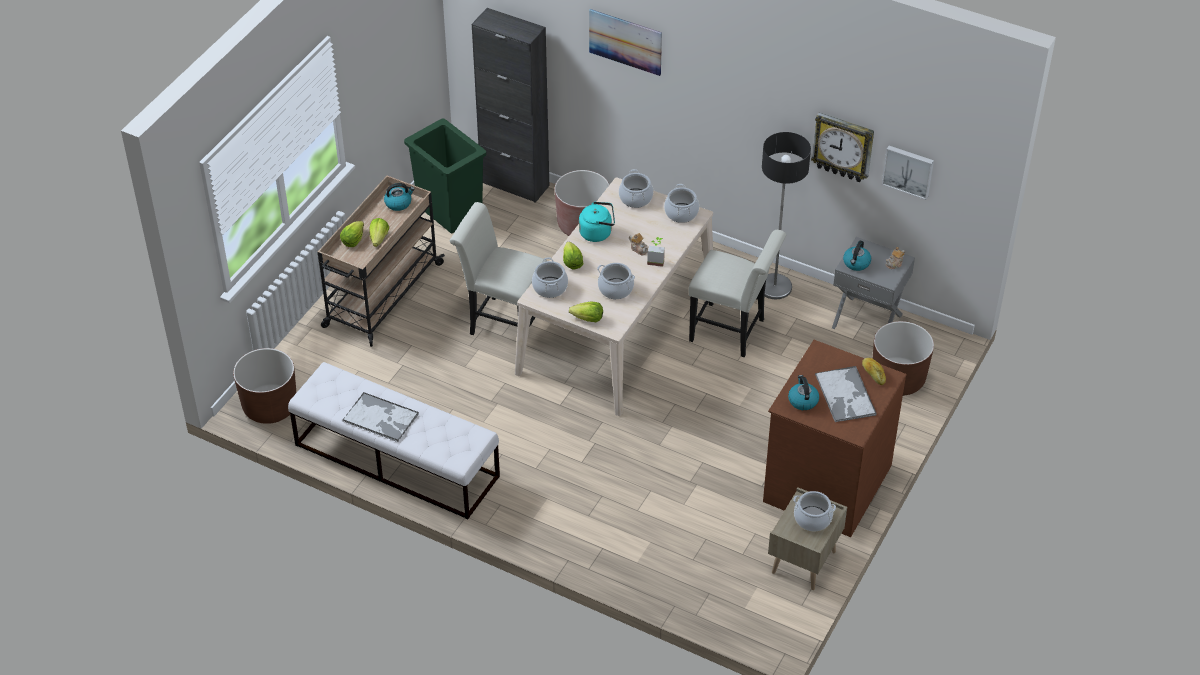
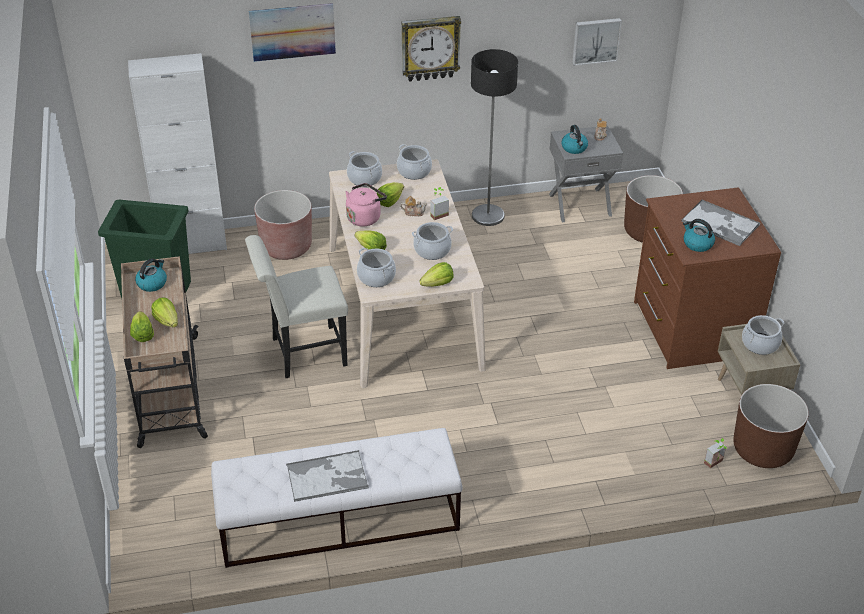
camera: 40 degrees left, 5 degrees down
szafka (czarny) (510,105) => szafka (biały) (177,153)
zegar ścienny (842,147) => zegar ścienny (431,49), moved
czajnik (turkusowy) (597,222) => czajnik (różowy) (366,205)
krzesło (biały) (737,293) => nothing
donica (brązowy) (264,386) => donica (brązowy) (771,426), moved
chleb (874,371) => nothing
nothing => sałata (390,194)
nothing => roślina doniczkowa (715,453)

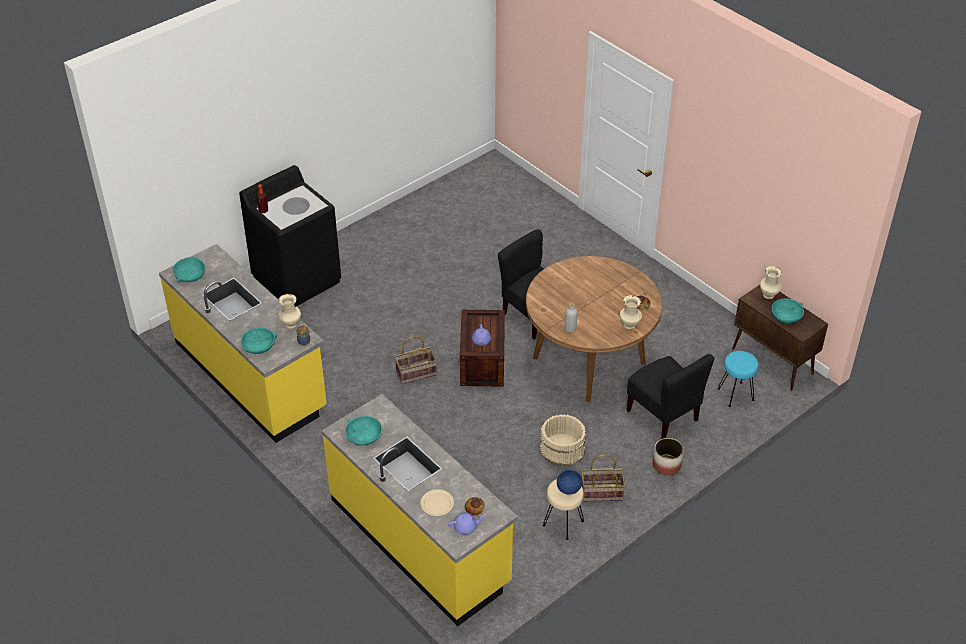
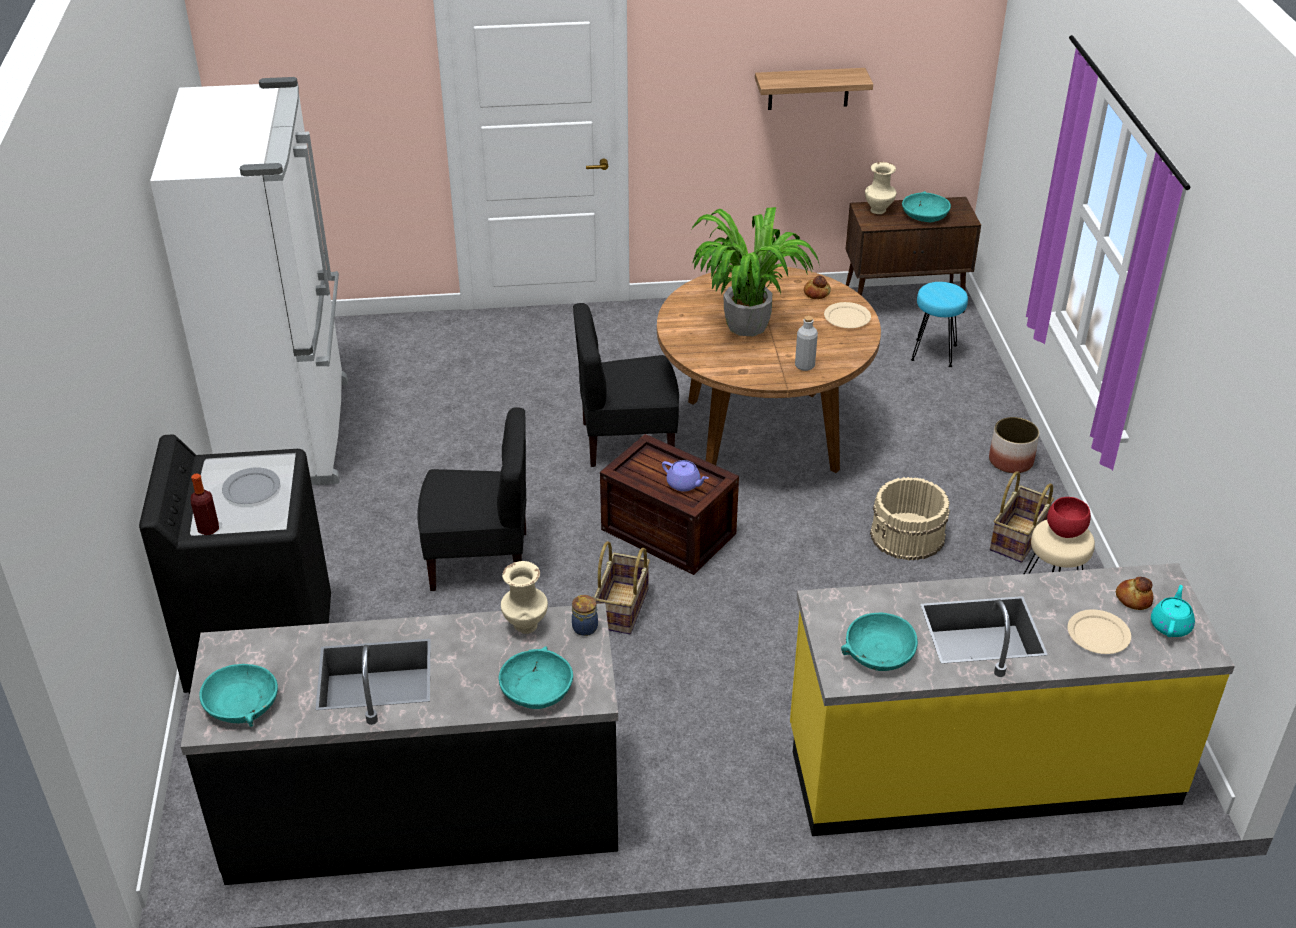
camera: 55 degrees left, 5 degrees down
zabudowa kuchenna (żółty) (243,343) => zabudowa kuchenna (czarny) (399,744)
wazon (beżowy) (631,312) => talerz (beżowy) (847,315)
krzesło (czarny) (670,396) => krzesło (czarny) (471,499), moved
miska (niebieski) (569,482) => miska (czerwony) (1069,517)
imbryk (fioletowy) (466,523) => imbryk (turkusowy) (1173,611)
nothing => półka (814,89)
nothing => lodówka (biały) (249,281)
nothing => roślina doniczkowa (755,271)

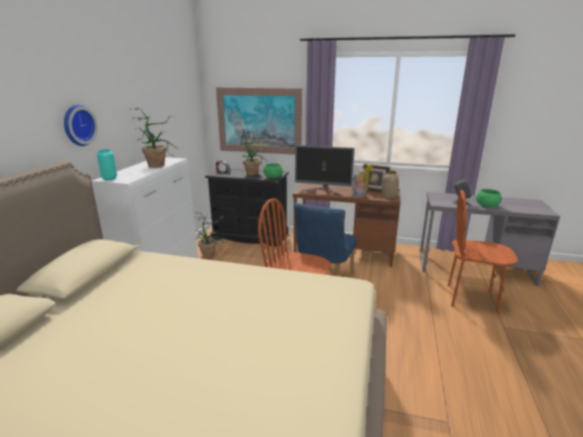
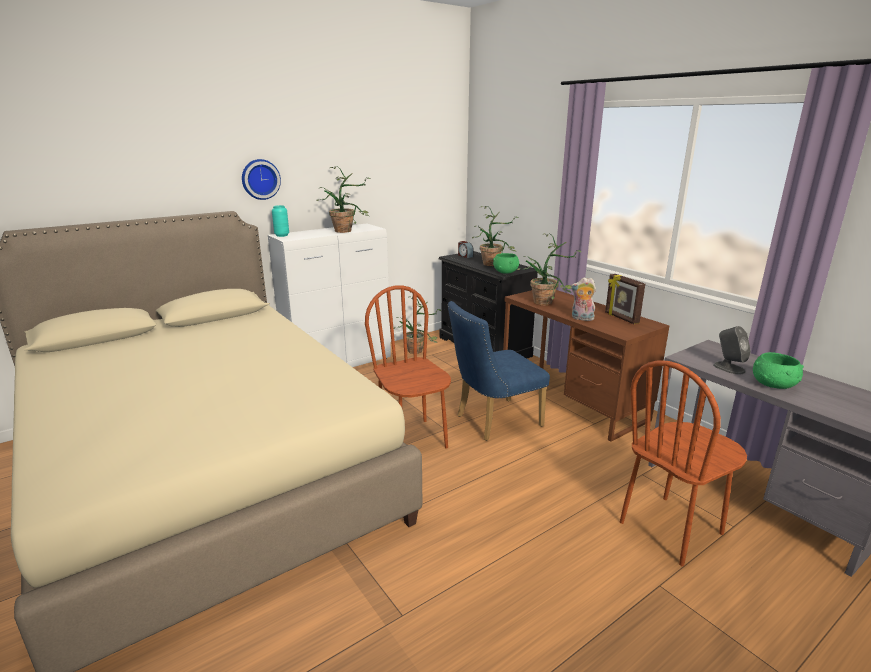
camera: 40 degrees right, 0 degrees up
obraz (259,121) => nothing
monitor (325,170) => roślina doniczkowa (549,269)
wazon (390,184) => nothing
krzesło (brązowy) (483,251) => krzesło (brązowy) (683,463), 90 degrees counterclockwise

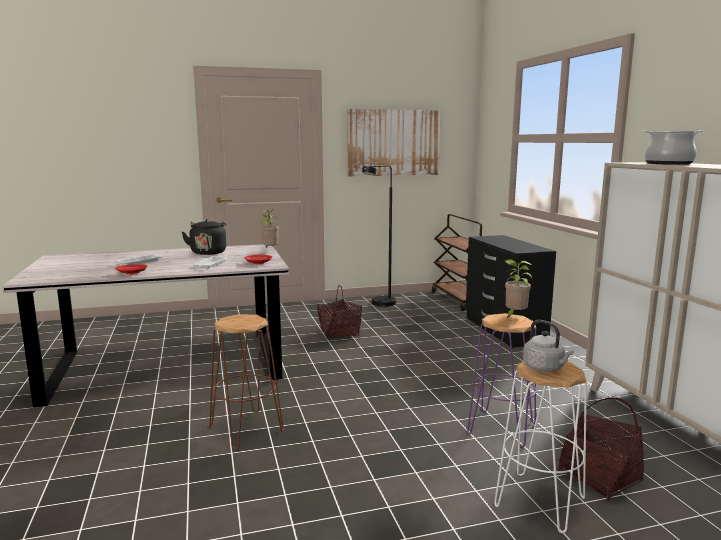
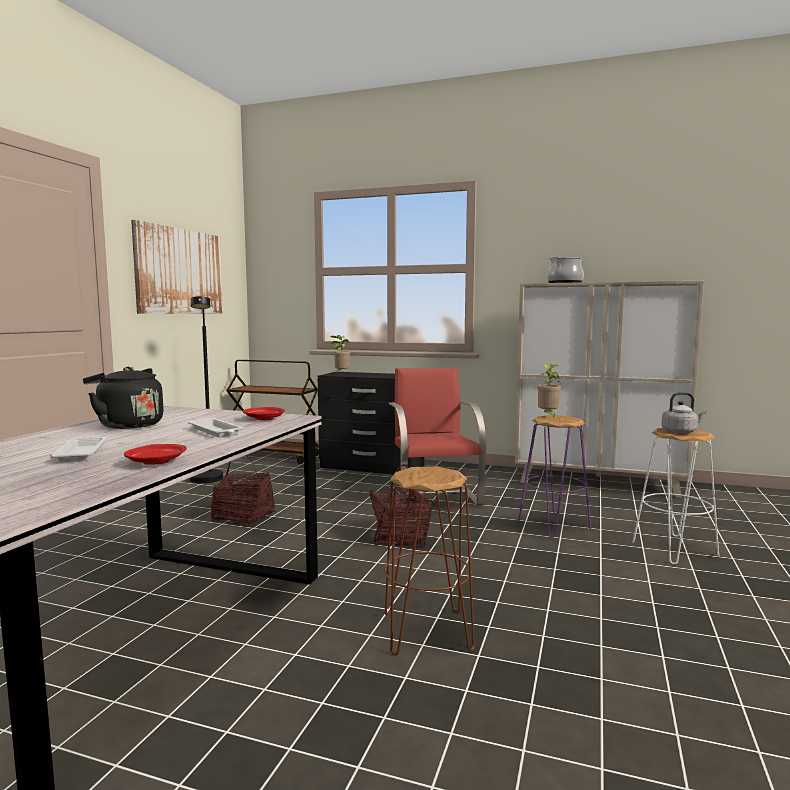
camera: 55 degrees left, 5 degrees down
roślina doniczkowa (269,228) => roślina doniczkowa (340,353), moved
koszyk (601,449) => koszyk (401,505), moved
nothing => krzesło (czerwony) (437,436)

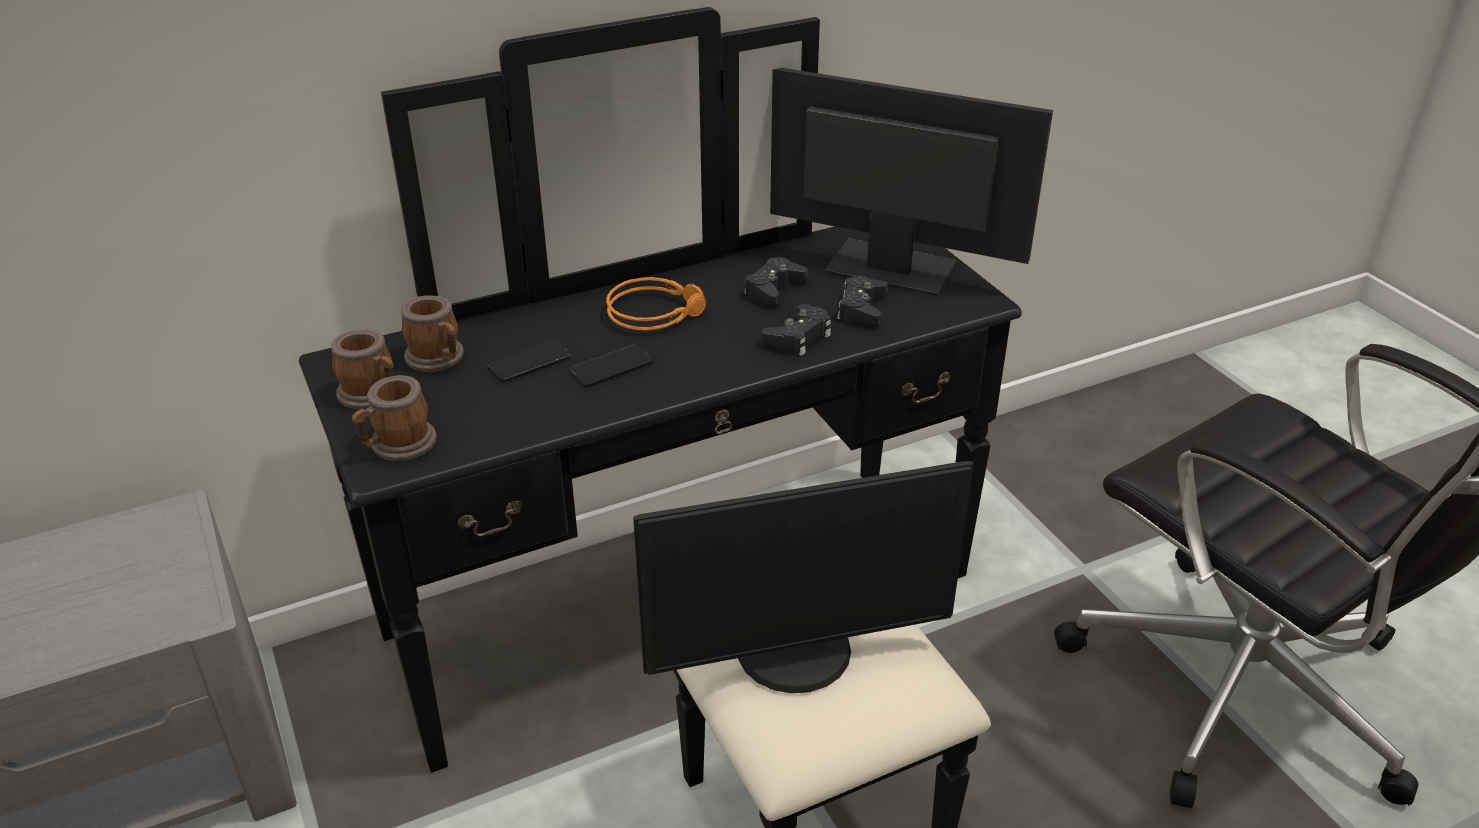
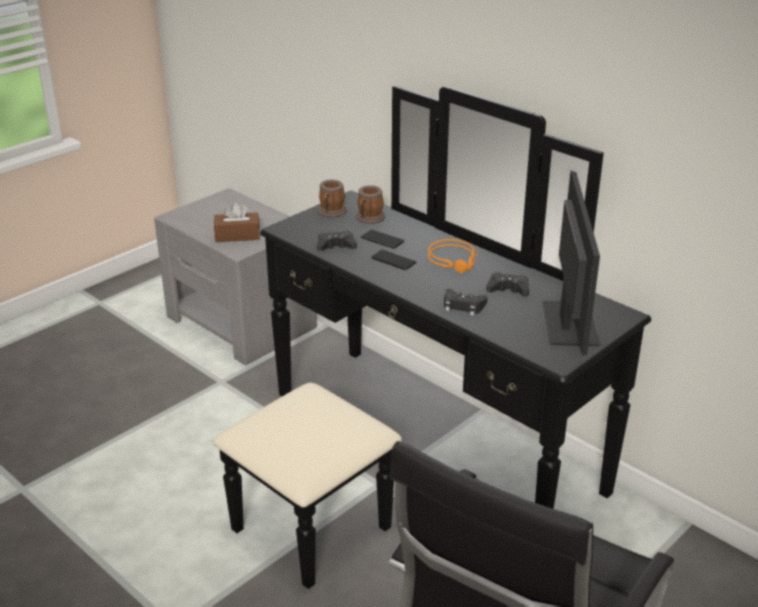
camera: 70 degrees right, 5 degrees down
pad do gier (czarny) (862,300) => pad do gier (czarny) (336,241), moved
kubek (394,418) => nothing
monitor (803,577) => nothing
nothing => pudełko chusteczek (brązowy) (237,222)

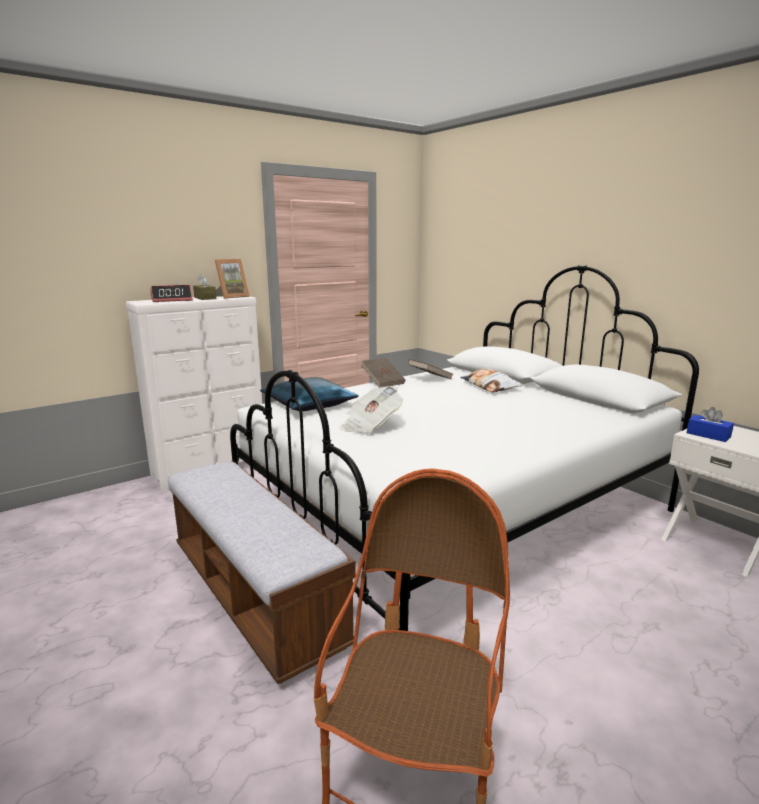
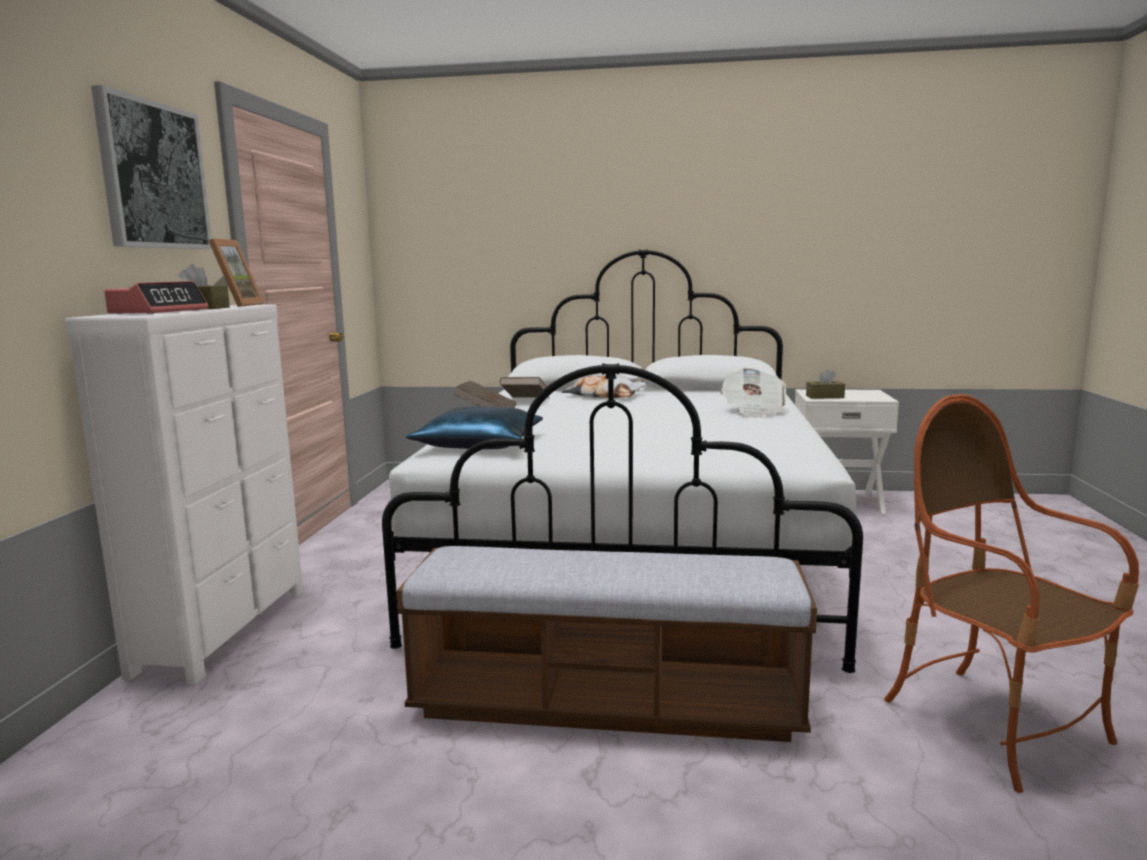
camera: 45 degrees left, 5 degrees down
gazeta (371,409) => gazeta (753,393), moved
pudełko chusteczek (niebieski) (710,424) => pudełko chusteczek (brązowy) (825,384)
nothing => obraz (151,167)

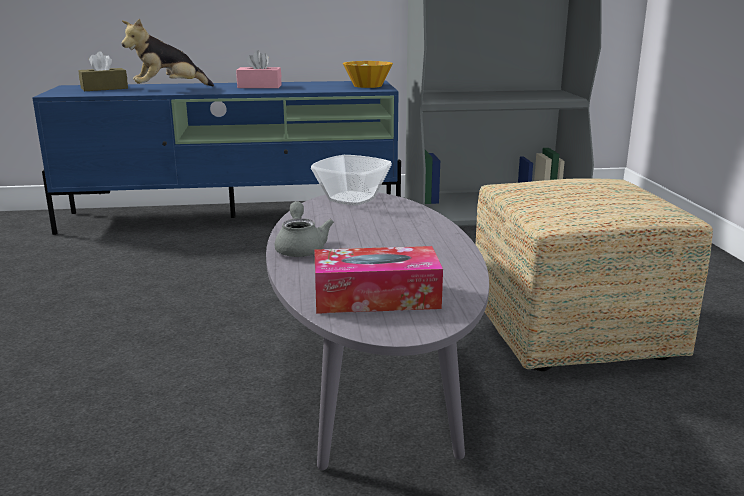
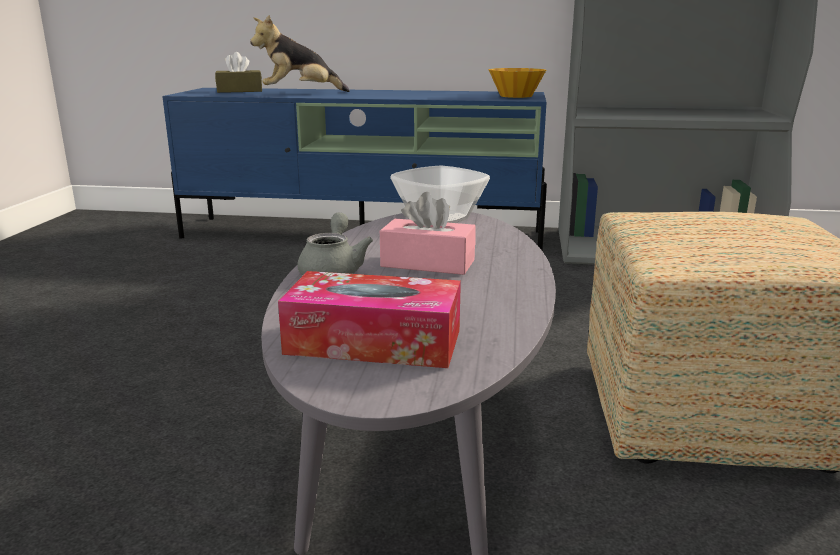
camera: 15 degrees right, 0 degrees up
pudełko chusteczek (różowy) (259,69) => pudełko chusteczek (różowy) (428,233), moved

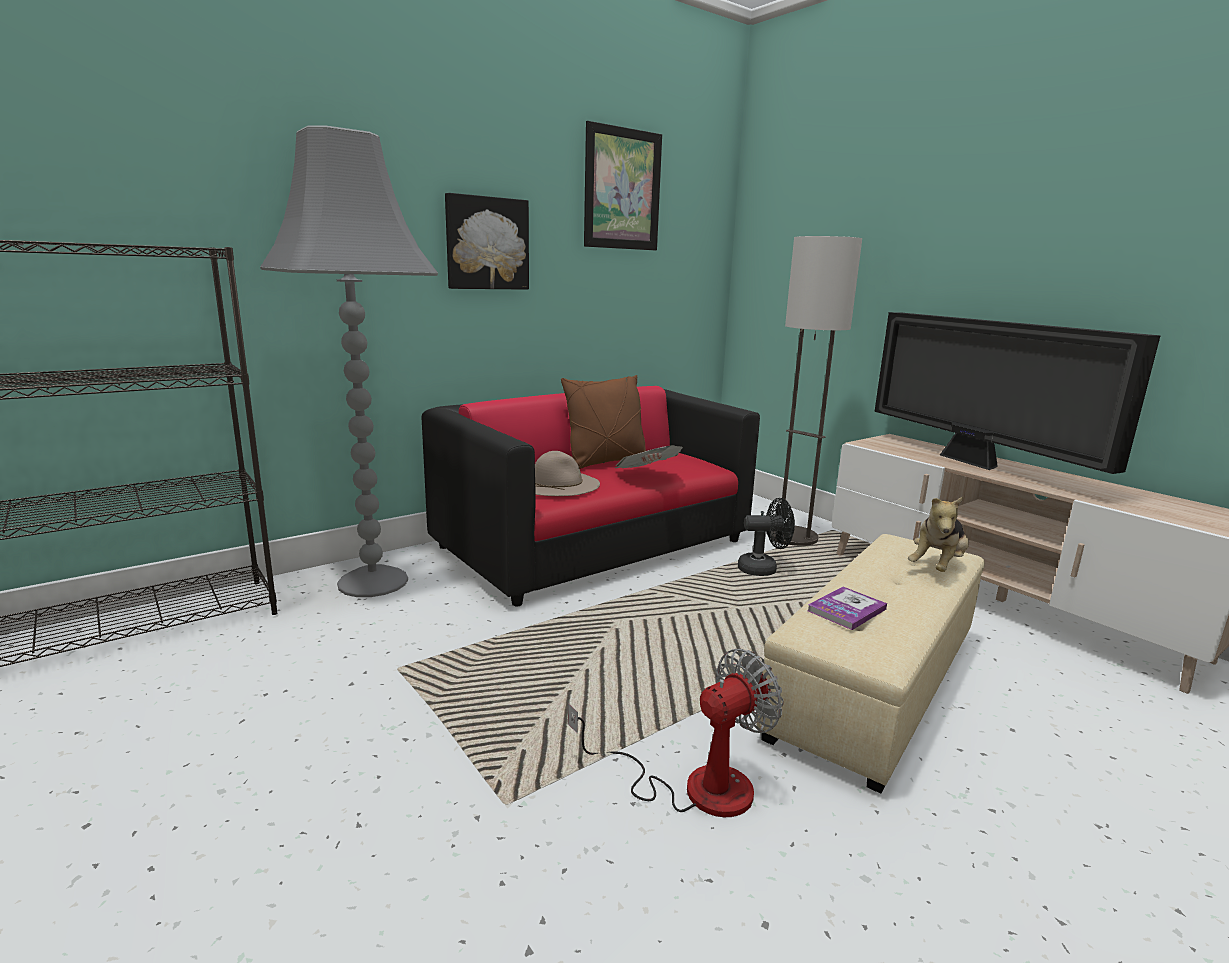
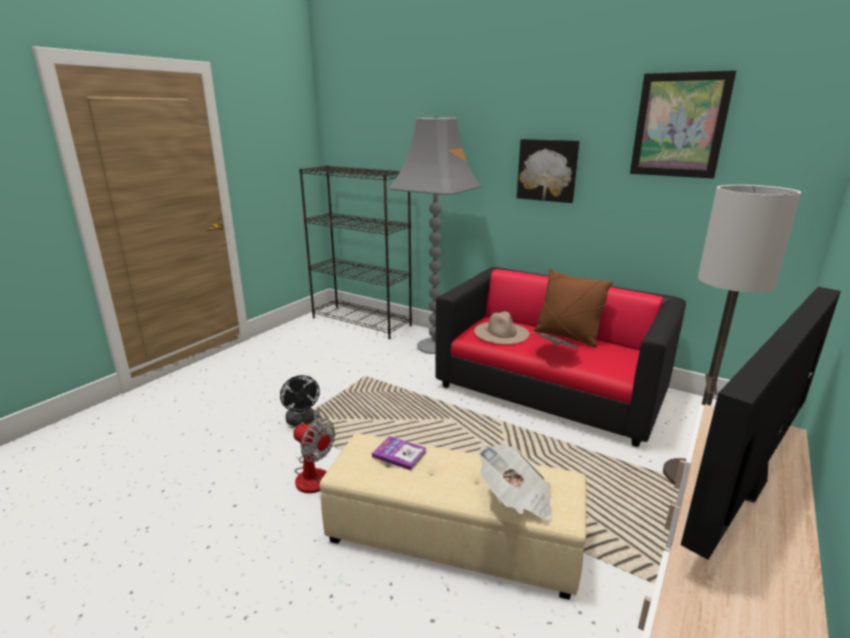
camera: 70 degrees right, 5 degrees up
pluszak (938,534) => gazeta (515,482)
wentylator (czarny) (766,537) => wentylator (czarny) (300,400), moved

